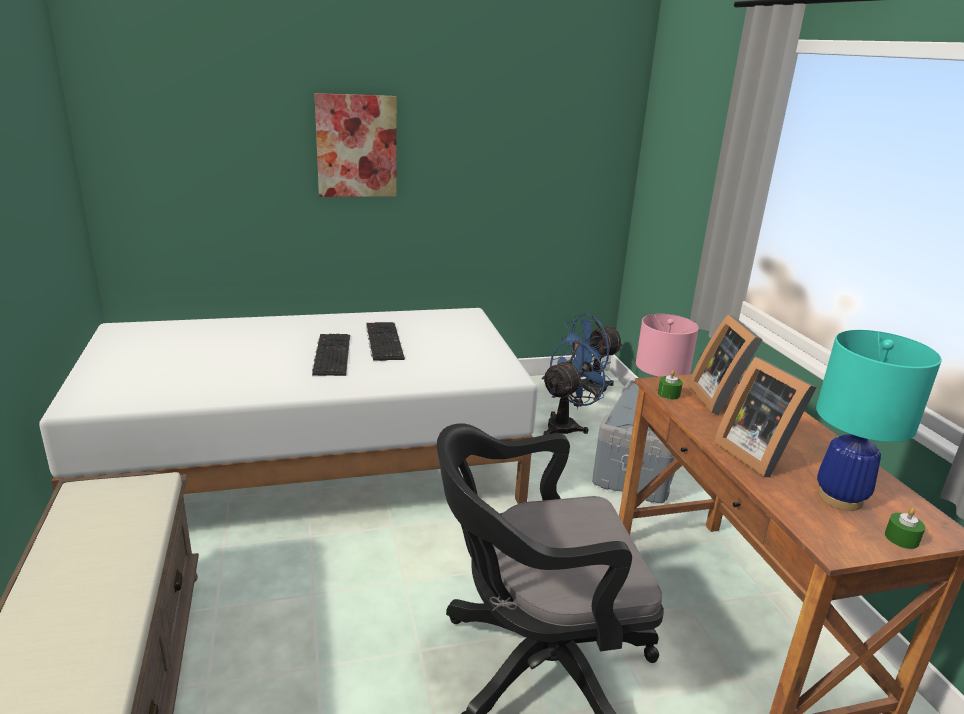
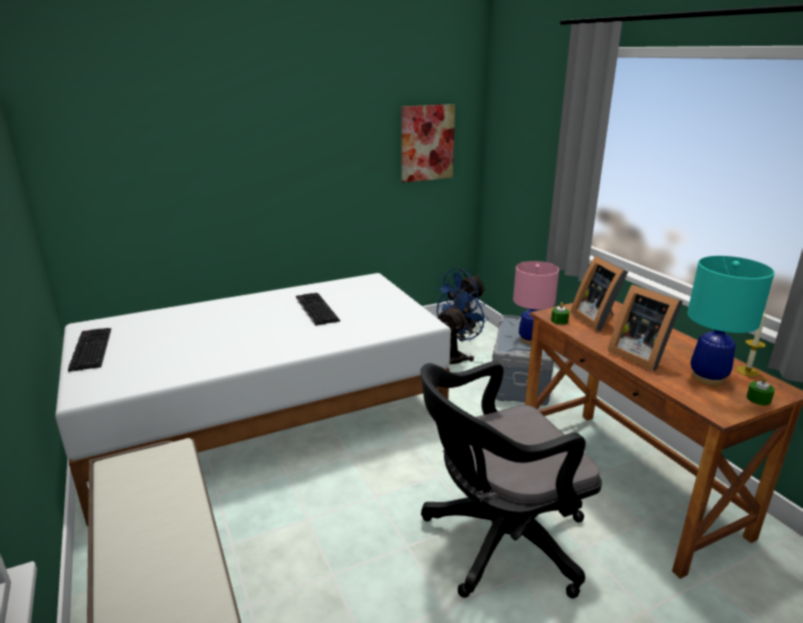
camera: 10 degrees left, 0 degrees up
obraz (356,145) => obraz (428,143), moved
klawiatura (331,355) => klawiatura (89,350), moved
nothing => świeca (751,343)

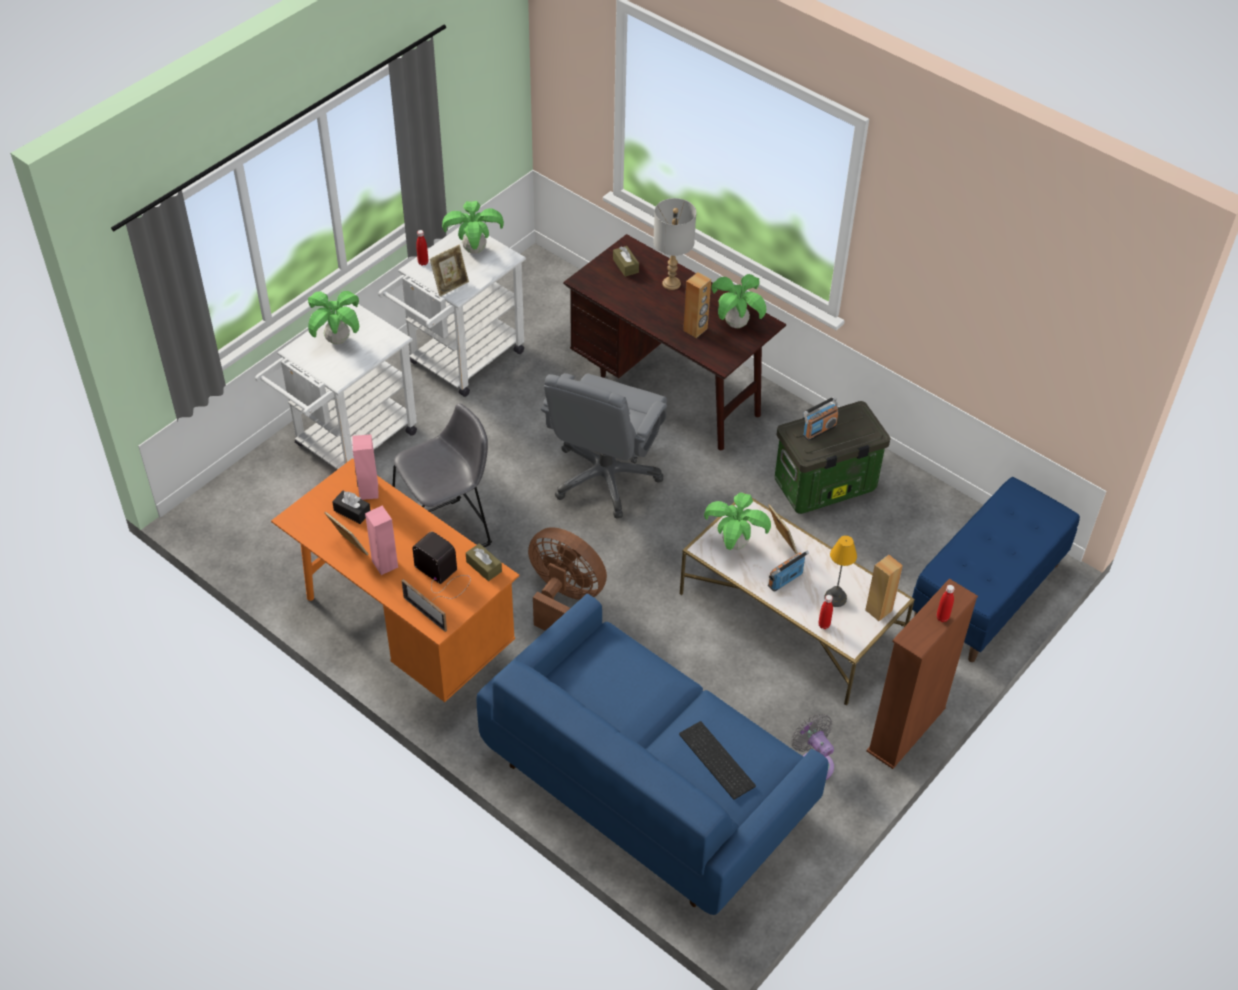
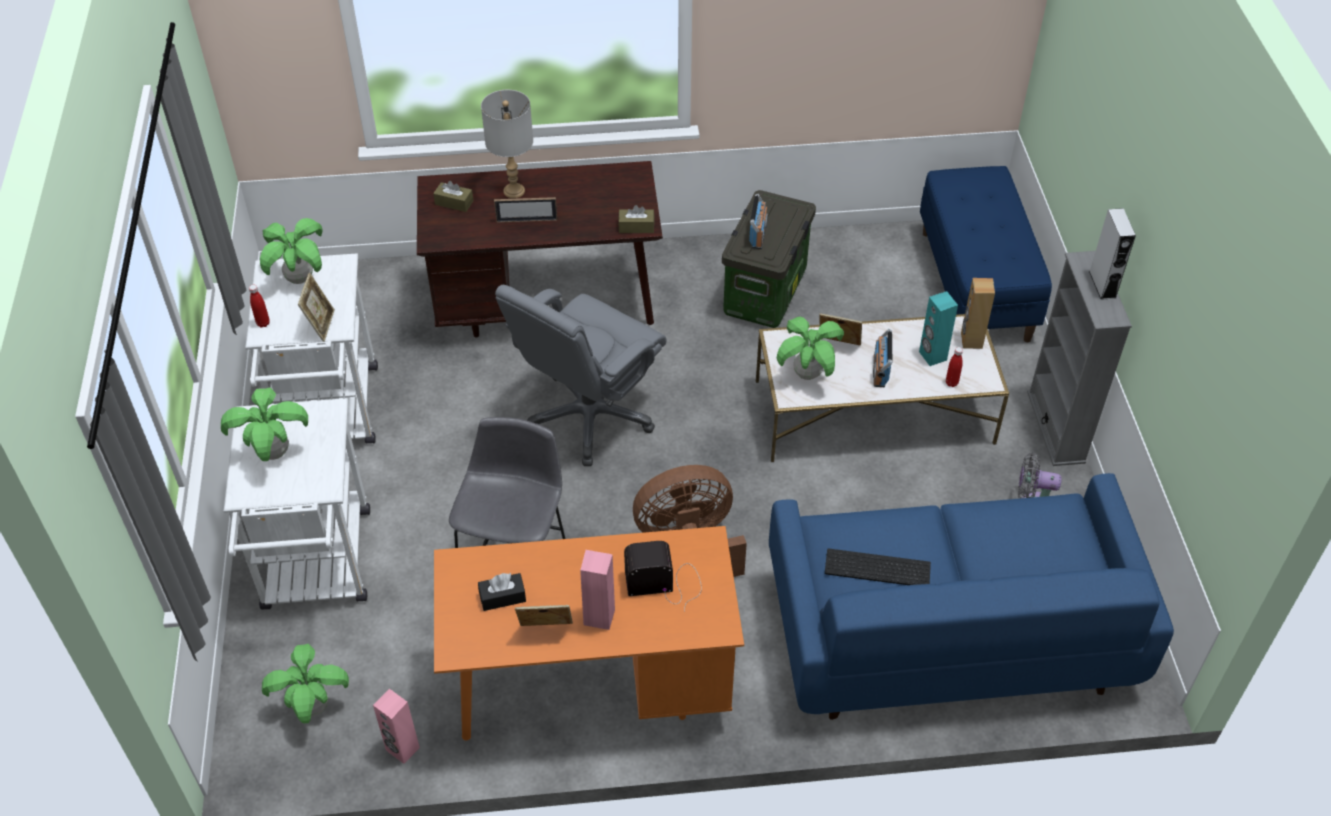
camera: 45 degrees left, 0 degrees up
głośnik (brązowy) (697,305) => nothing
roślina doniczkowa (738,301) => roślina doniczkowa (305,683), moved
krzesło biurowe (szary) (604,446) => krzesło biurowe (szary) (580,375), 60 degrees clockwise
głośnik (różowy) (365,467) => głośnik (różowy) (396,726), moved
lampa stołowa (840,571) => głośnik (turkusowy) (938,328)
pudełko chusteczek (brązowy) (484,562) => pudełko chusteczek (brązowy) (636,219), moved
regał (brązowy) (922,673) => regał (szary) (1079,358)
ramka na zdjęcie (424,605) => ramka na zdjęcie (525,209), moved
butelka (czerwony) (946,603) => głośnik (szary) (1112,254)
klawiatura (717,760) => klawiatura (878,566), moved

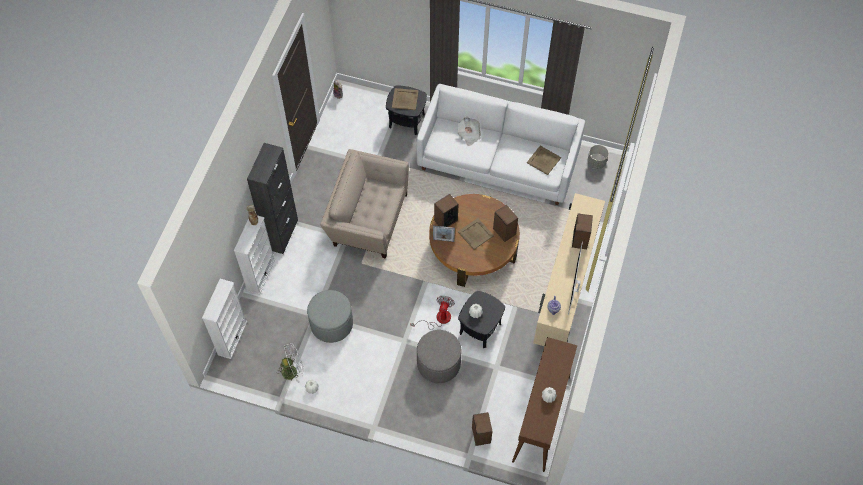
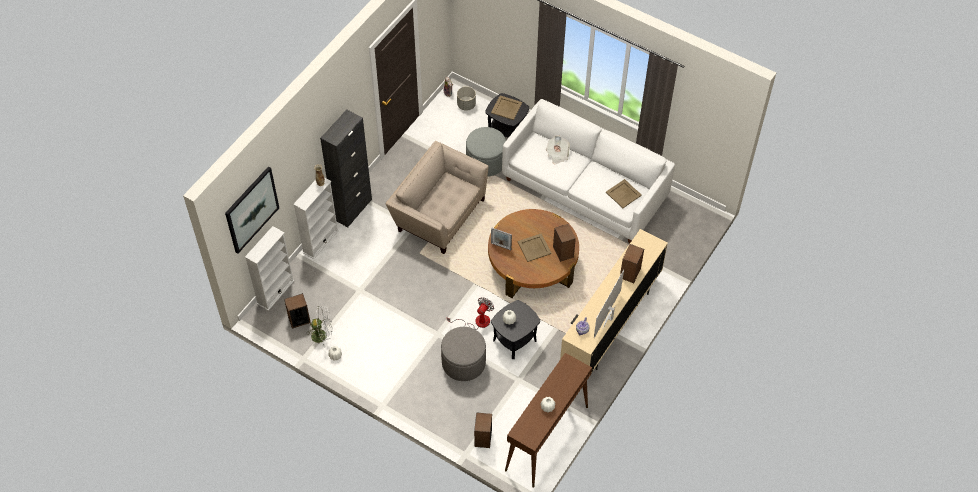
camera: 15 degrees right, 5 degrees down
donica (szary) (598,157) => donica (szary) (466,99), moved
głośnik (446,210) => głośnik (297,311), moved
pufa (szary) (330,316) => pufa (szary) (486,152), moved
nothing => obraz (252,209)

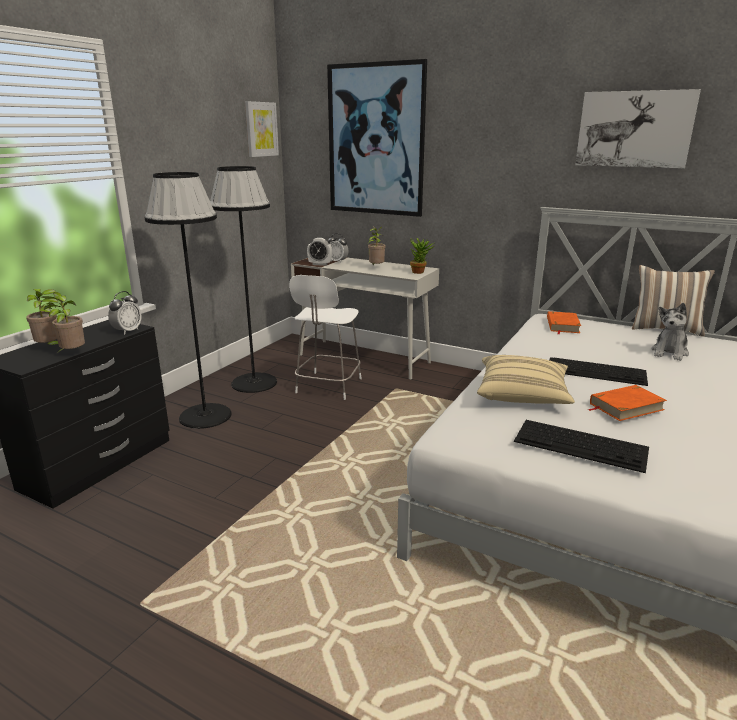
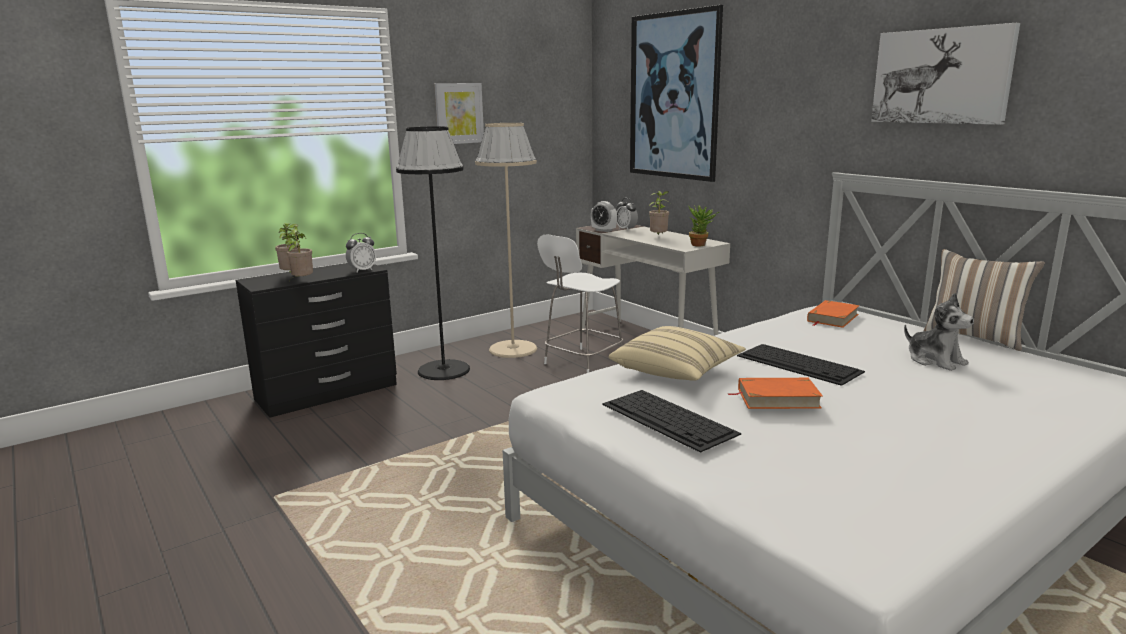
camera: 25 degrees right, 5 degrees down
obraz (262,129) => obraz (459,113), moved
lampa stojąca (czarny) (243,279) => lampa stojąca (beżowy) (506,240)
pluszak (670,332) => pluszak (939,332), 90 degrees counterclockwise

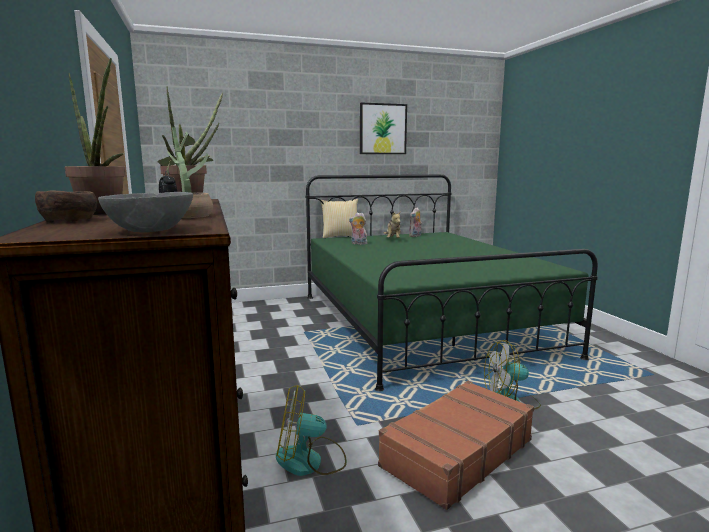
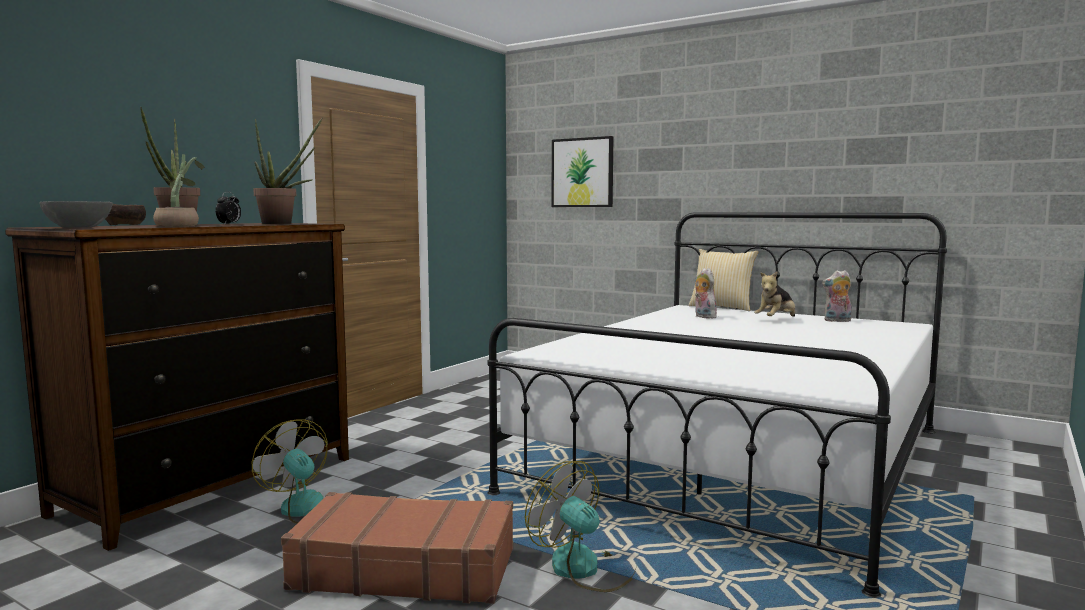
camera: 50 degrees right, 5 degrees down
obraz (383,128) => obraz (583,171), moved
łóżko (zielony) (452,283) => łóżko (biały) (717,405)

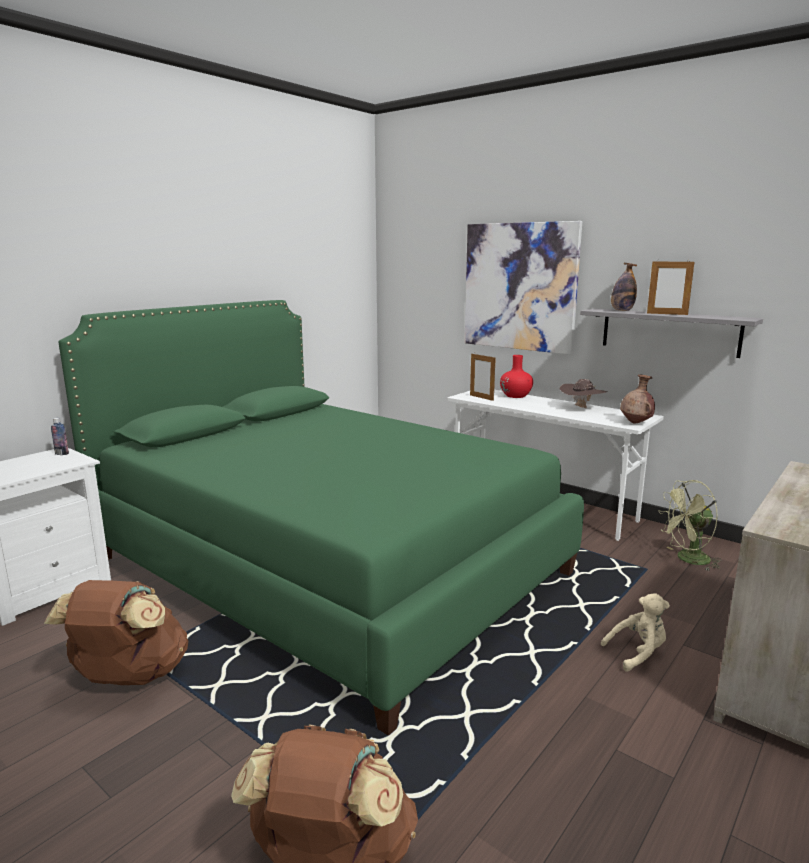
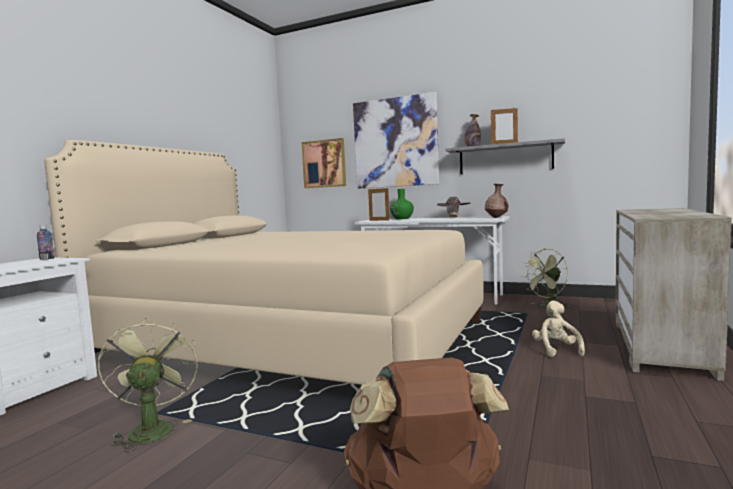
camera: 15 degrees left, 10 degrees down
łóżko (zielony) (321,518) => łóżko (beżowy) (264,262)
wazon (czerwony) (516,376) => wazon (zielony) (402,204)
plecak (brązowy) (116,632) => wentylator (zielony) (148,385)
pluszak (beżowy) (635,632) => pluszak (beżowy) (558,328), 60 degrees counterclockwise
nothing => obraz (324,163)

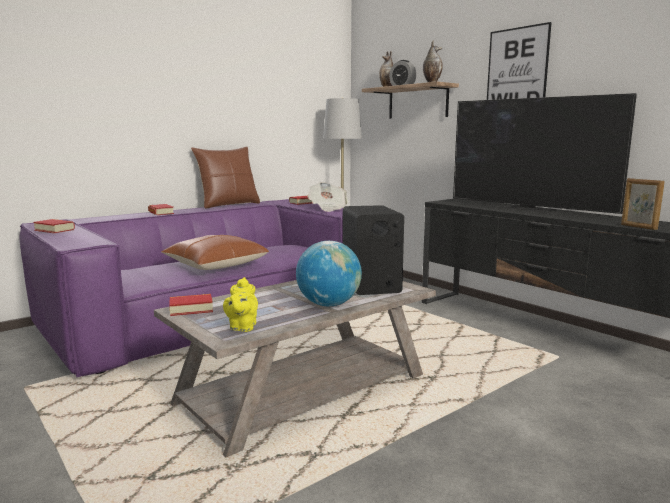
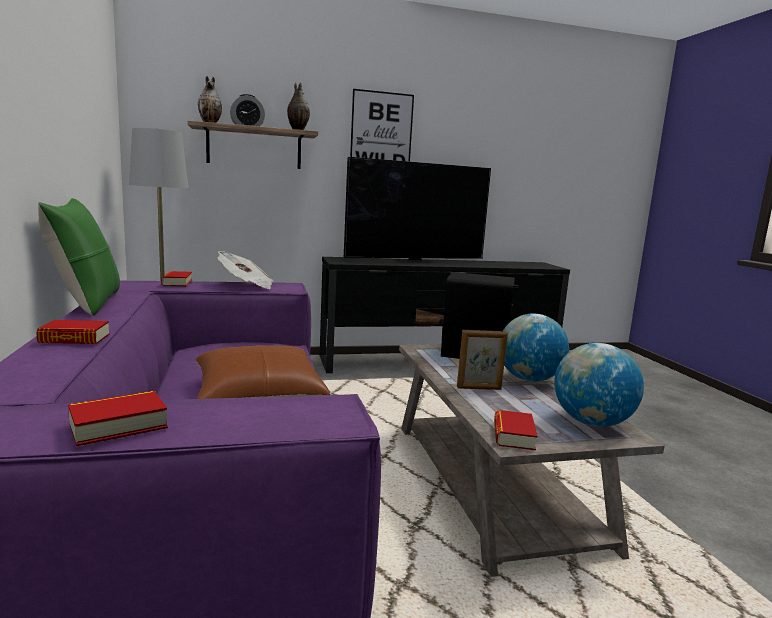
camera: 65 degrees left, 0 degrees up
poduszka (brązowy) (225,178) => poduszka (zielony) (79,257)
ramka na zdjęcie (643,204) => ramka na zdjęcie (482,360), moved
imbryk (żółty) (240,304) => globus (599,385)

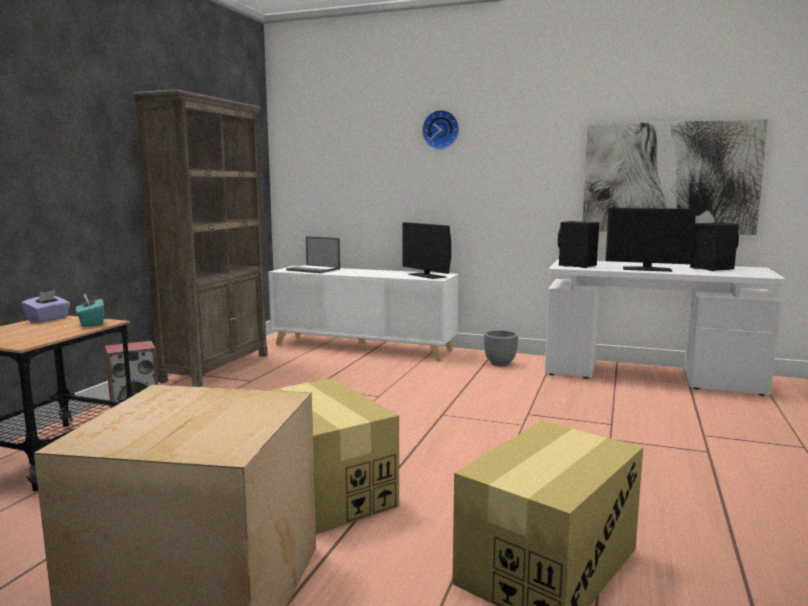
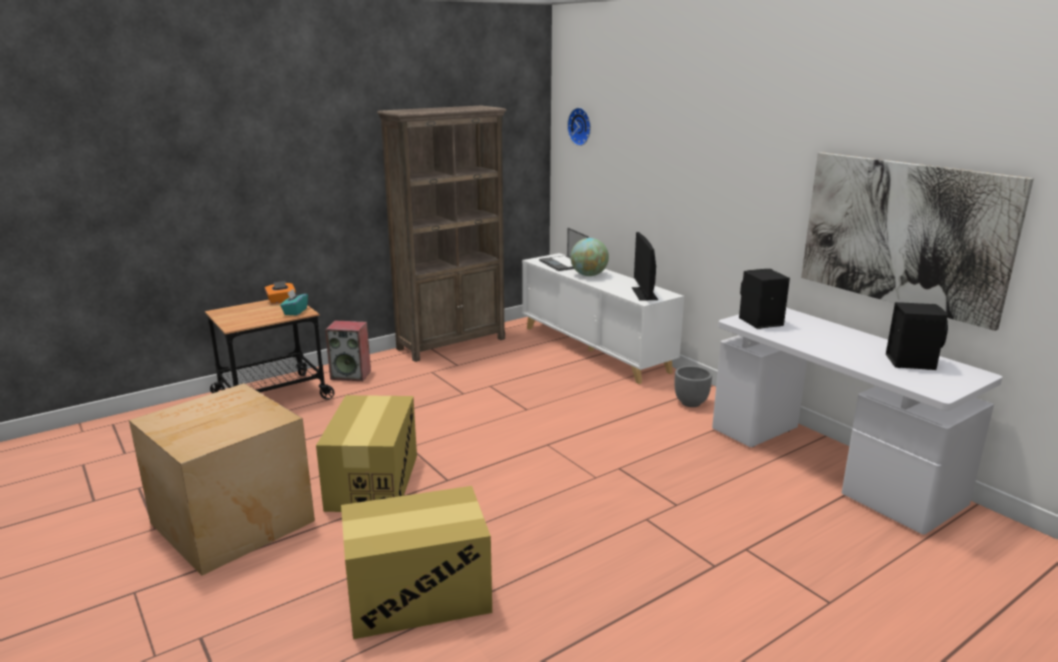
camera: 35 degrees right, 10 degrees up
zegar ścienny (440,130) => zegar ścienny (579,127), moved
monitor (651,240) => nothing
pudełko chusteczek (fioletowy) (46,306) => pudełko chusteczek (pomarańczowy) (280,292)
nothing => globus (589,257)

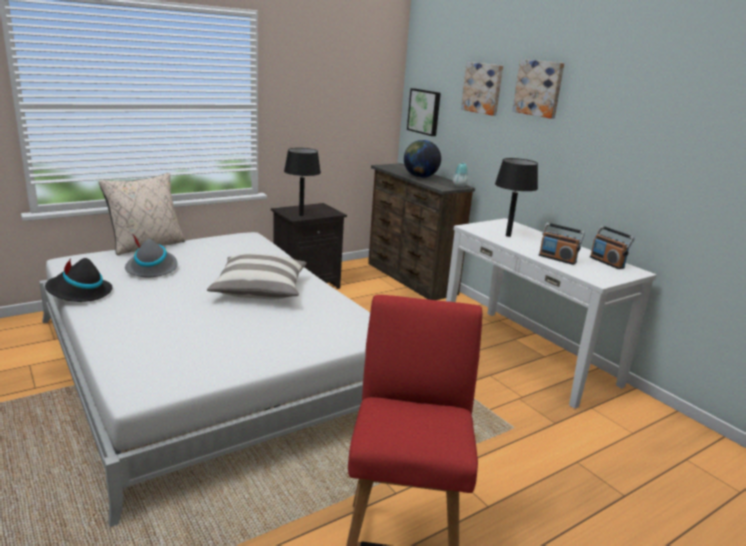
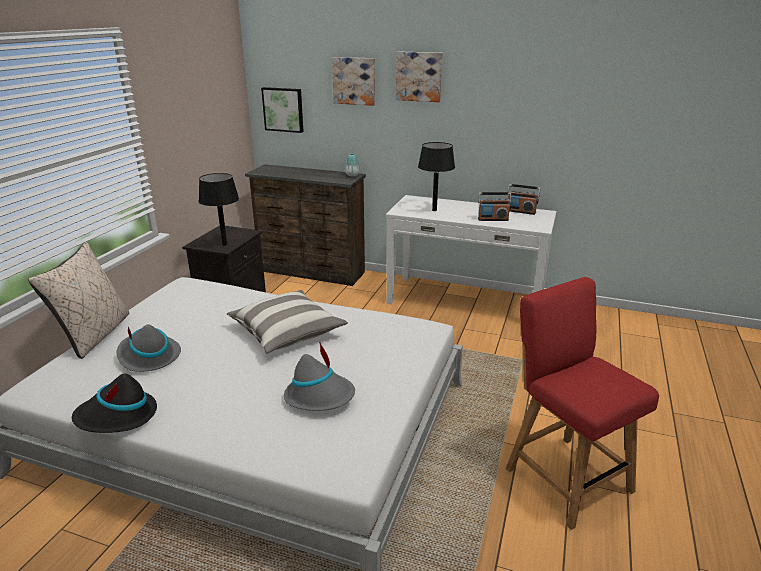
camera: 35 degrees left, 5 degrees up
globus (422,159) => nothing
nothing => kapelusz (szary) (319,376)

